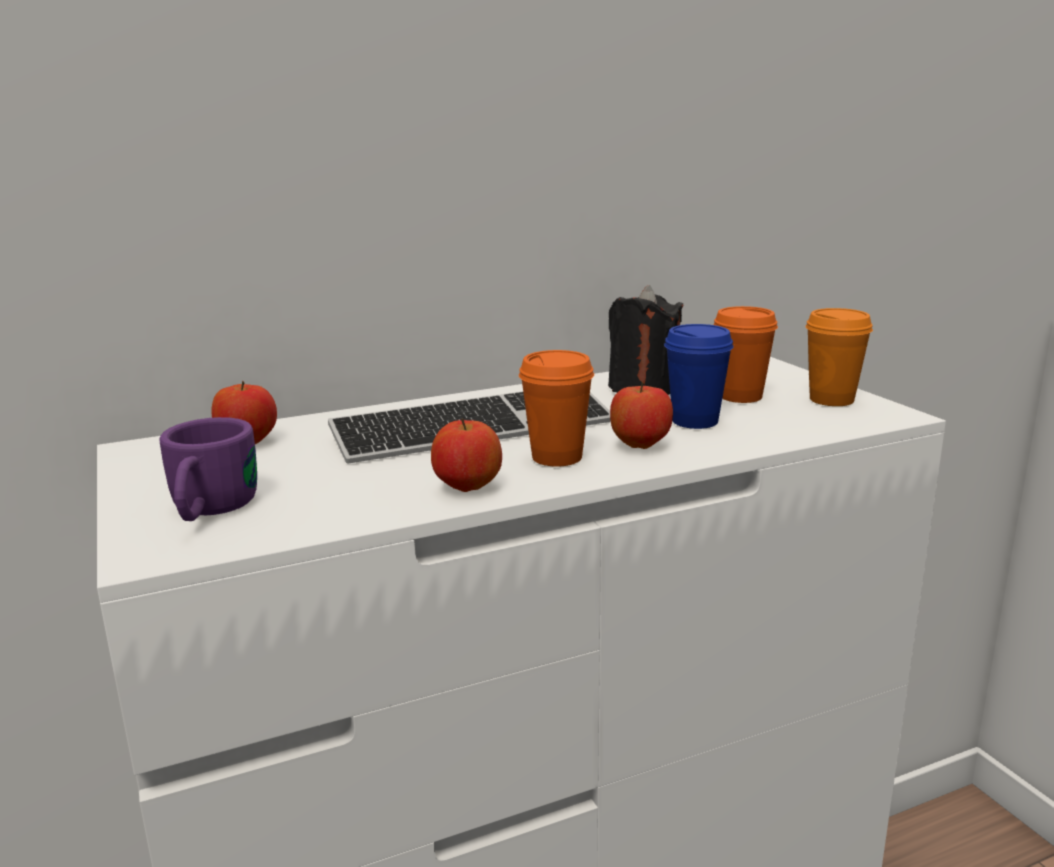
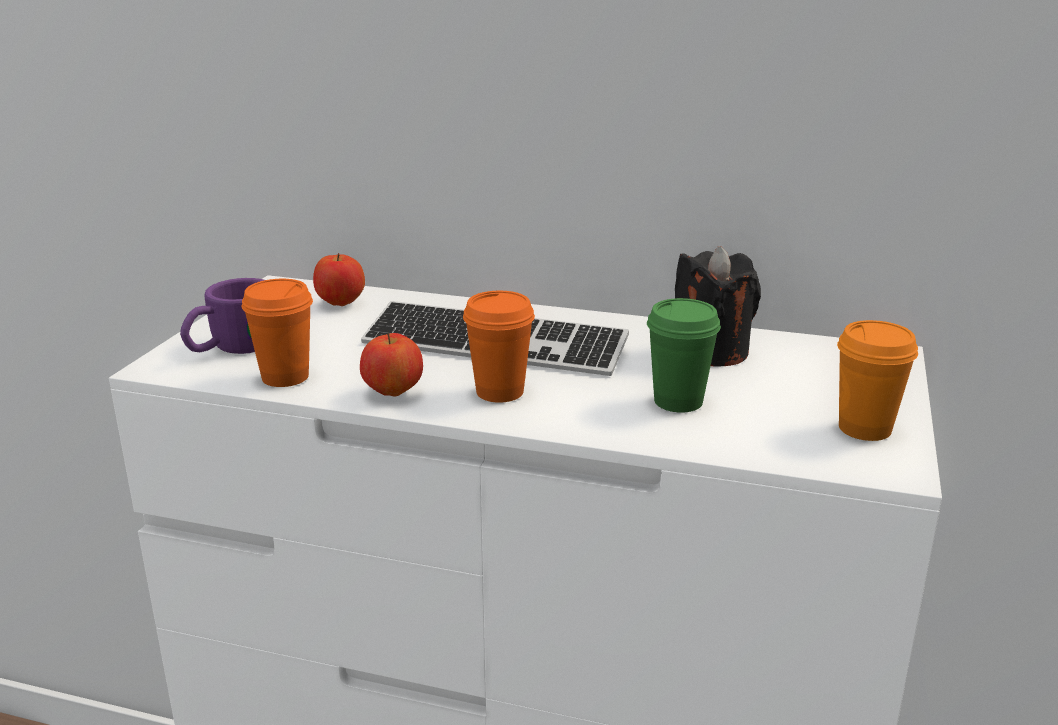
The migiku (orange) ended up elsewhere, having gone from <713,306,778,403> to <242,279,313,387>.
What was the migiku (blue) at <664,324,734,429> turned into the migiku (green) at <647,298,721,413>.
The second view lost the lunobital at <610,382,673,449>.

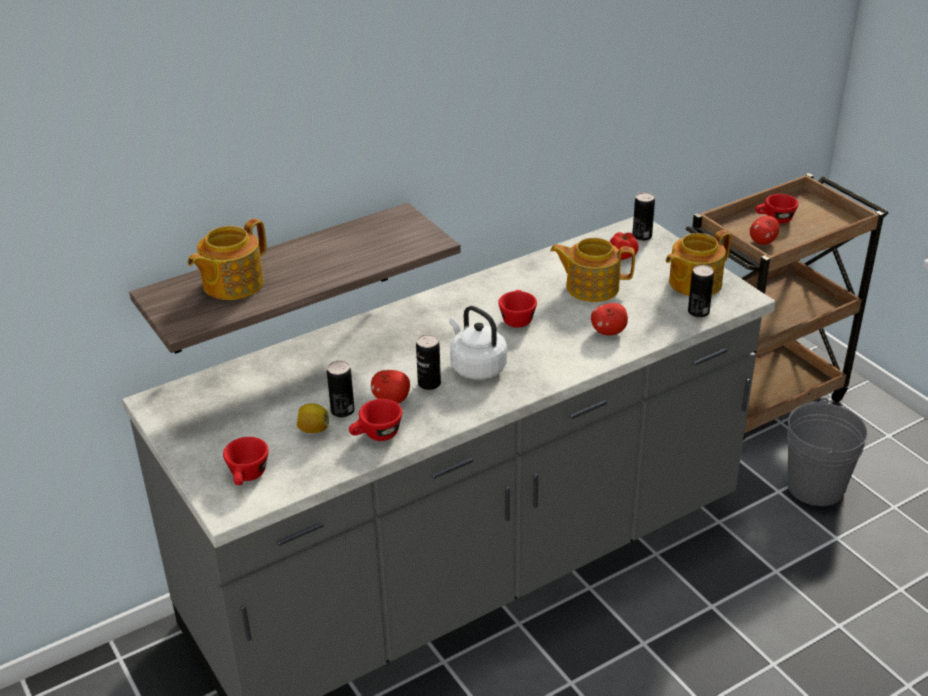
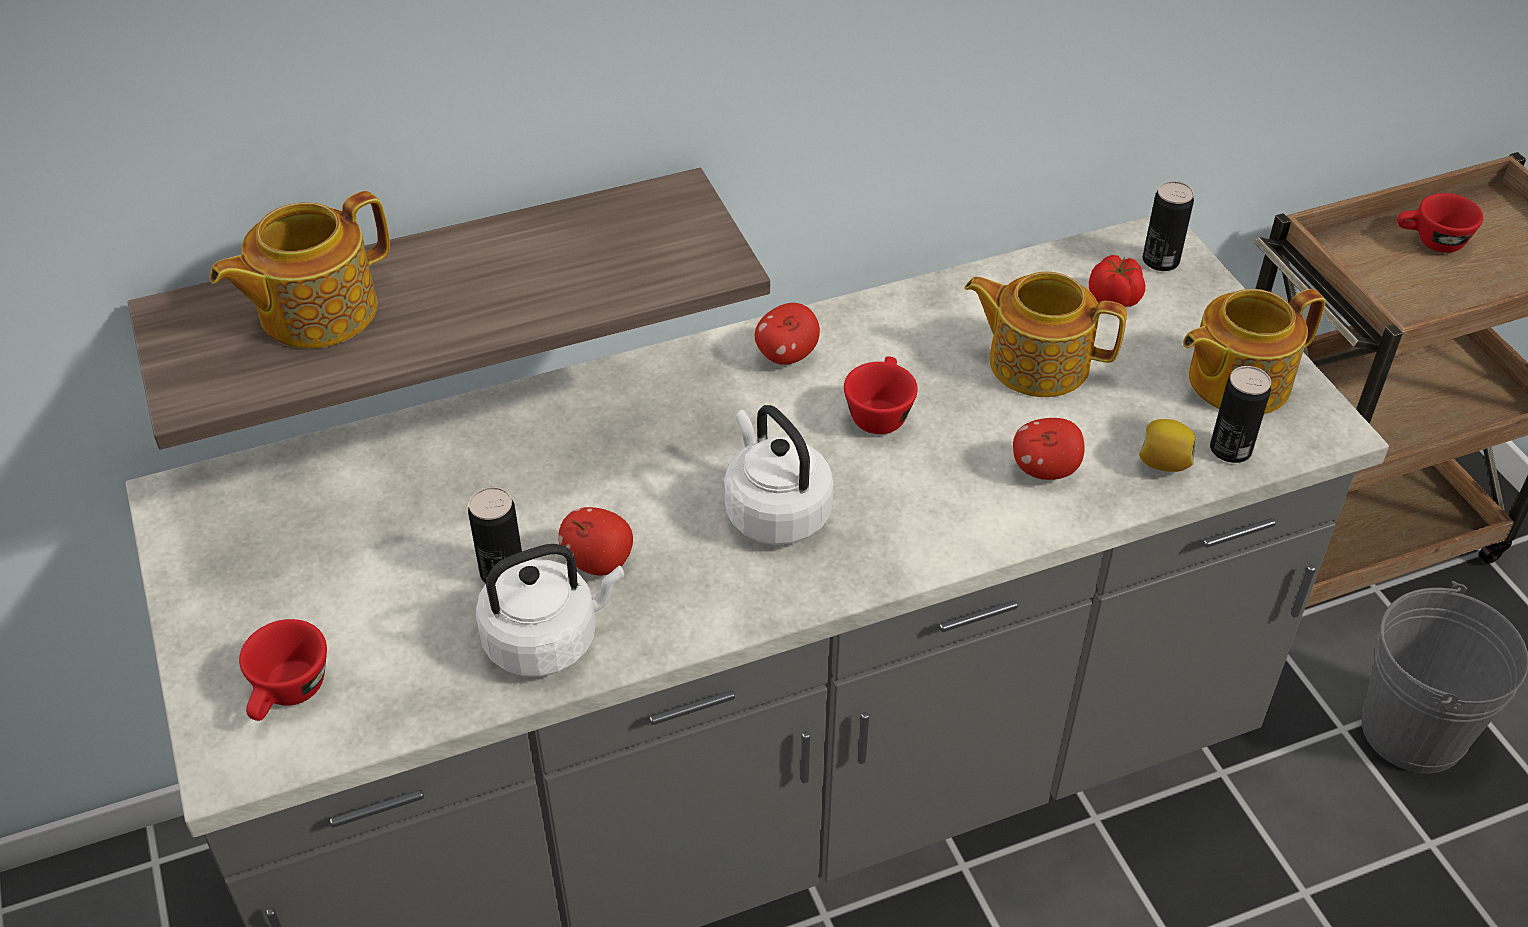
Where the migiku (red) stood at <349,399,402,441>, the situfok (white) came to stand at <476,544,625,677>.
The lunobital ended up elsewhere, having gone from <750,216,779,245> to <755,303,820,365>.
The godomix ended up elsewhere, having gone from <297,403,329,433> to <1139,419,1195,472>.
The second view lost the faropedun at <416,334,441,390>.

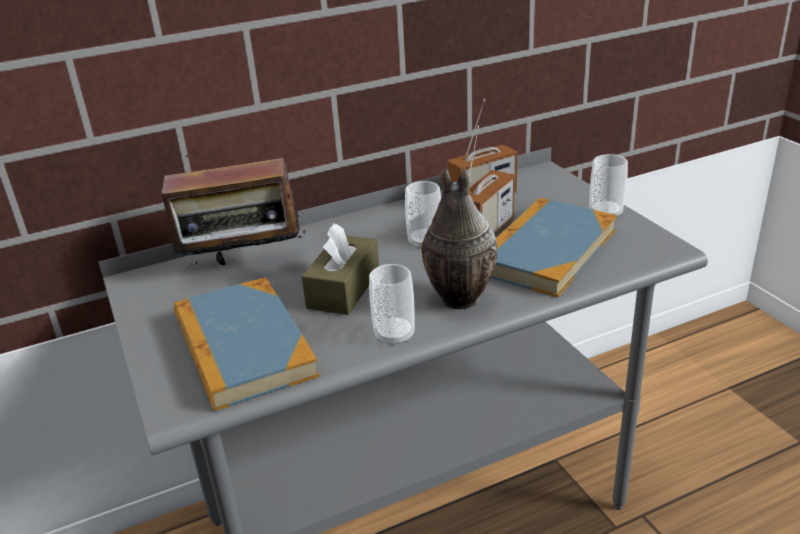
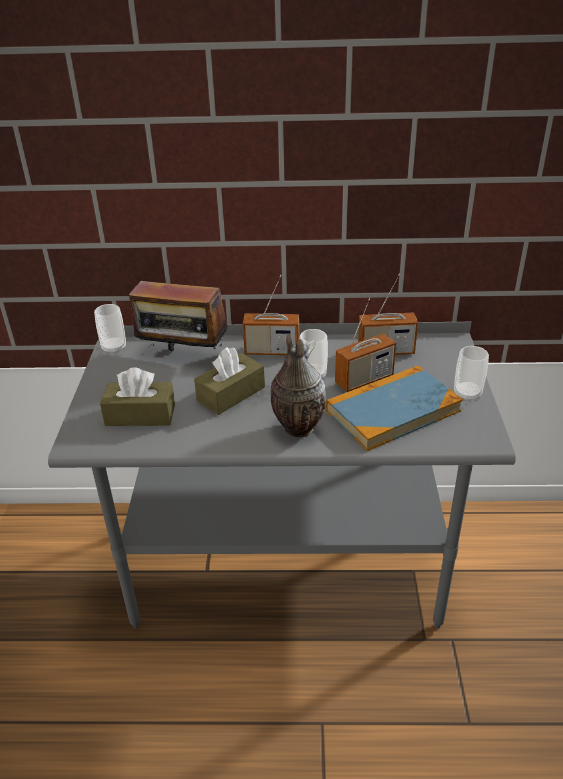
The migiku ended up elsewhere, having gone from <369,264,415,347> to <94,304,126,354>.
Where the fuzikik stood at <174,277,320,411>, the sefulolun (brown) came to stand at <100,367,175,426>.
The second view gained the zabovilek at <243,275,299,355>.

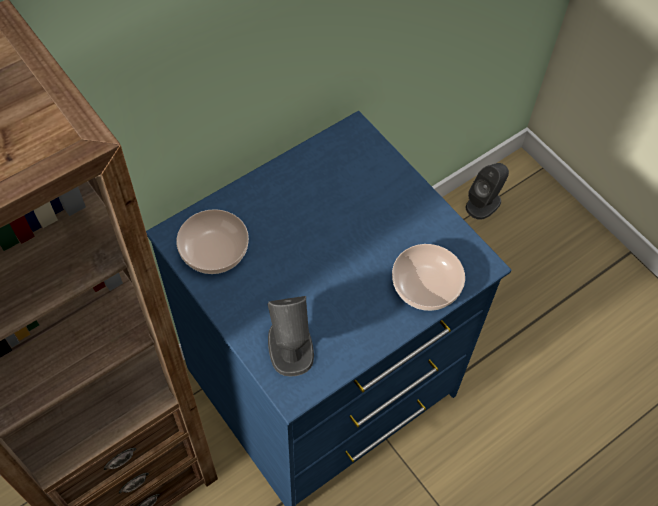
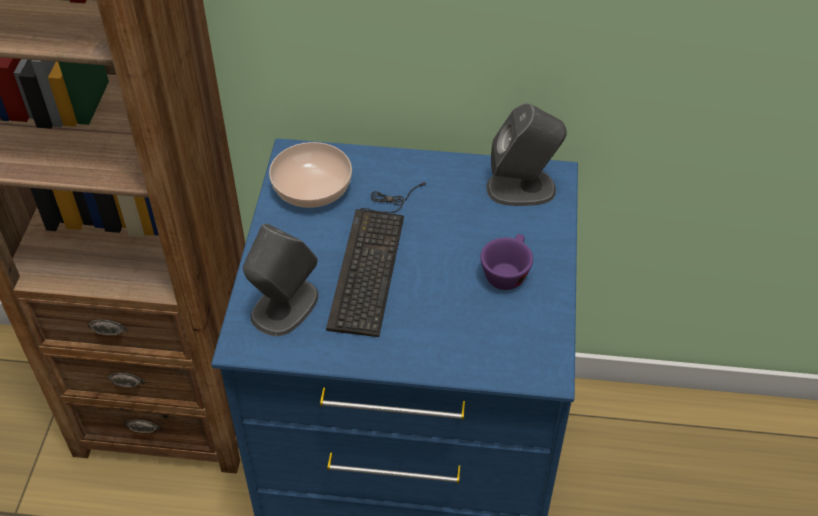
The second view gained the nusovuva at <326,182,426,337>.
The second view gained the migiku (purple) at <481,234,533,290>.
The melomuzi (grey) ended up elsewhere, having gone from <466,163,509,220> to <486,103,567,206>.
The second view lost the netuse at <392,244,465,311>.

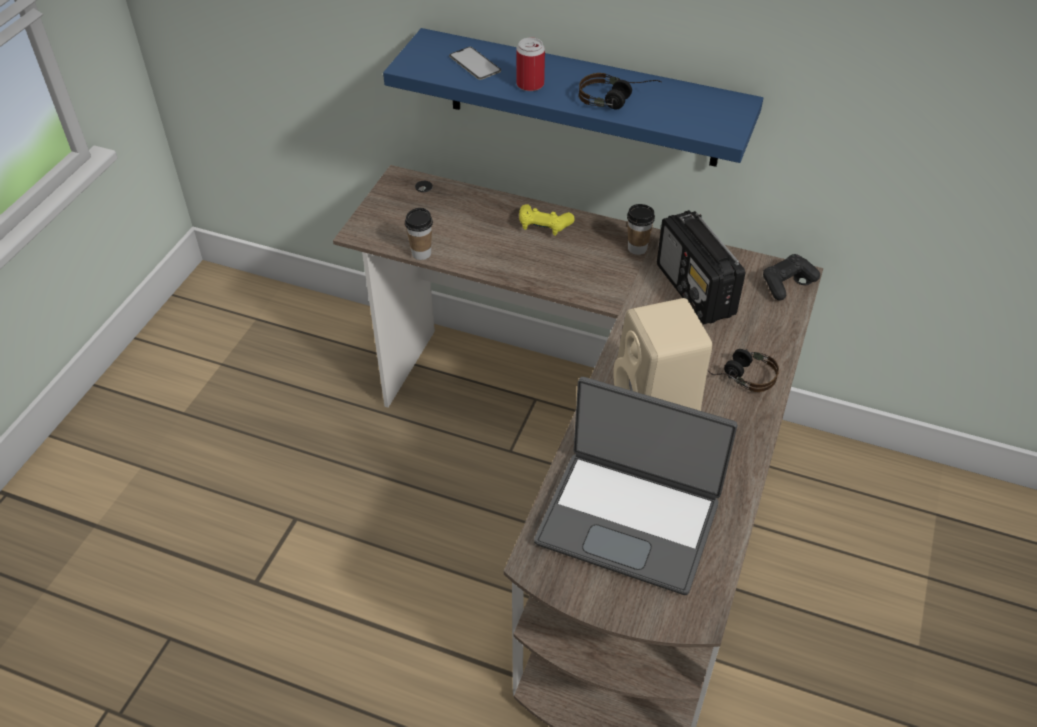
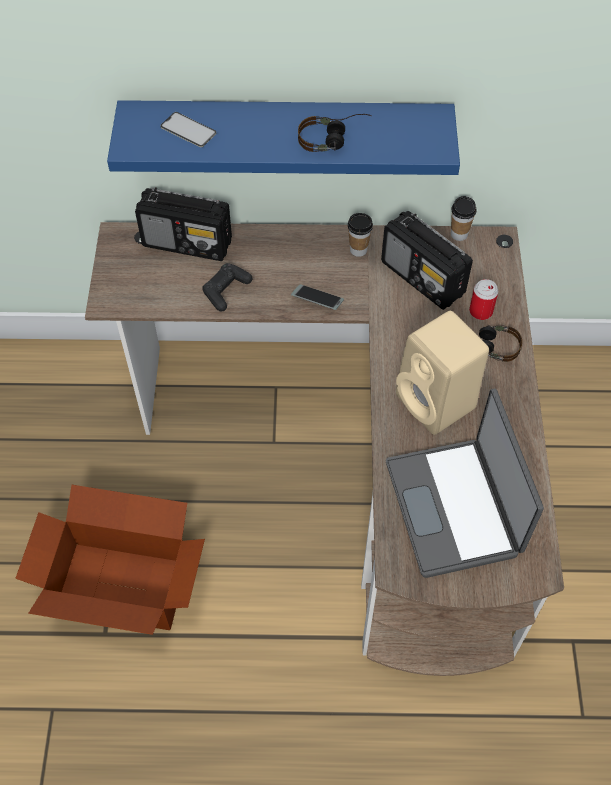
The second view gained the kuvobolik at <15,485,205,635>.
The second view gained the zabovilek at <135,187,232,261>.
The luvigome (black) ended up elsewhere, having gone from <763,254,820,301> to <203,263,252,312>.
The second view gained the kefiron at <291,284,344,310>.
The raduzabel at <534,377,738,595> ended up facing another way, 75 degrees clockwise from before.
The migiku ended up elsewhere, having gone from <405,208,433,260> to <451,196,476,241>.
The faropedun ended up elsewhere, having gone from <516,38,545,91> to <469,279,498,320>.
The second view lost the luvigome (yellow) at <519,204,575,236>.

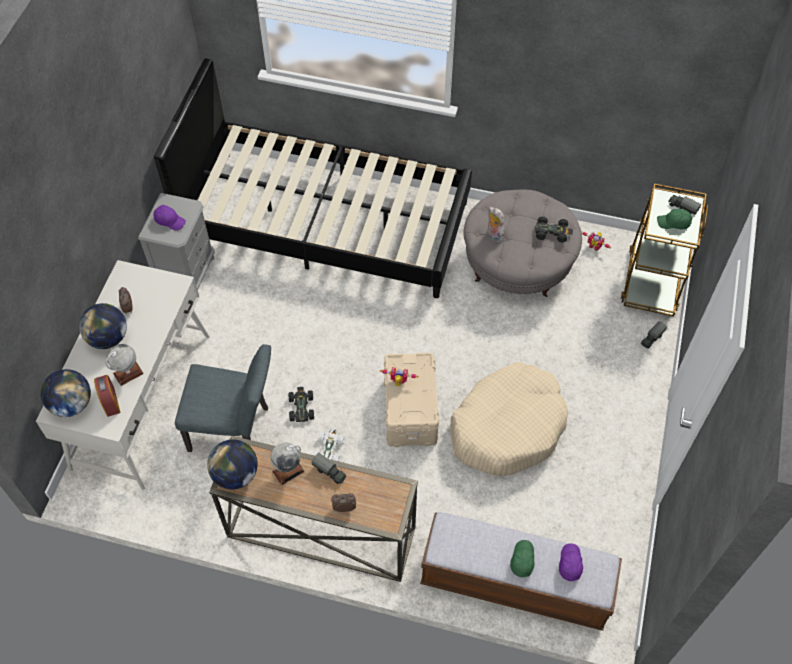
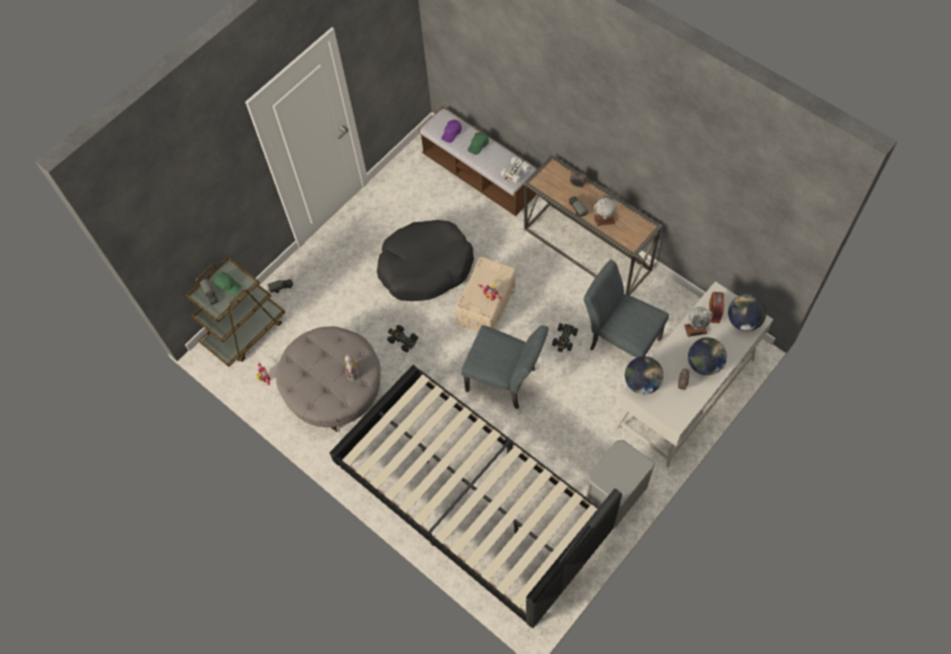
What was the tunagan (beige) at <450,362,568,476> turned into the tunagan (black) at <377,220,474,301>.
The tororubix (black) ended up elsewhere, having gone from <535,217,573,242> to <387,325,418,352>.
The second view gained the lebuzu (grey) at <461,325,549,409>.
The tororubix (white) ended up elsewhere, having gone from <314,428,344,461> to <501,157,530,183>.
The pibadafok ended up elsewhere, having gone from <207,440,258,490> to <625,356,664,395>.
The second view lost the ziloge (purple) at <154,205,186,231>.

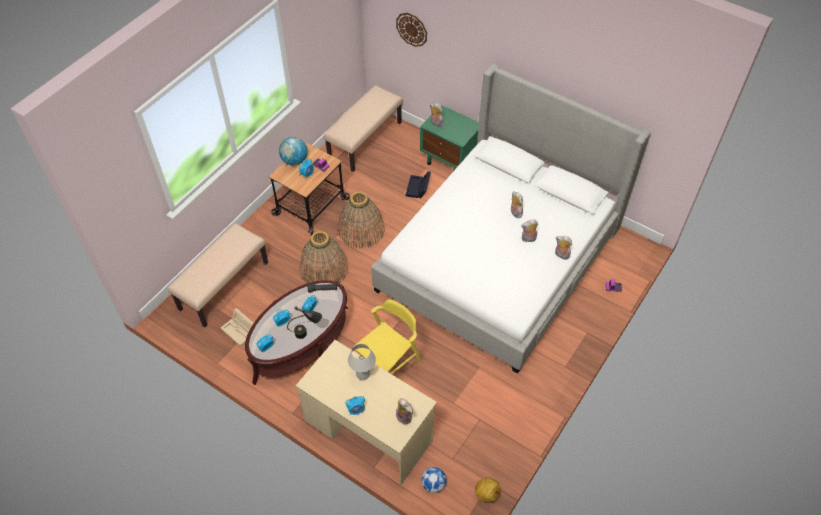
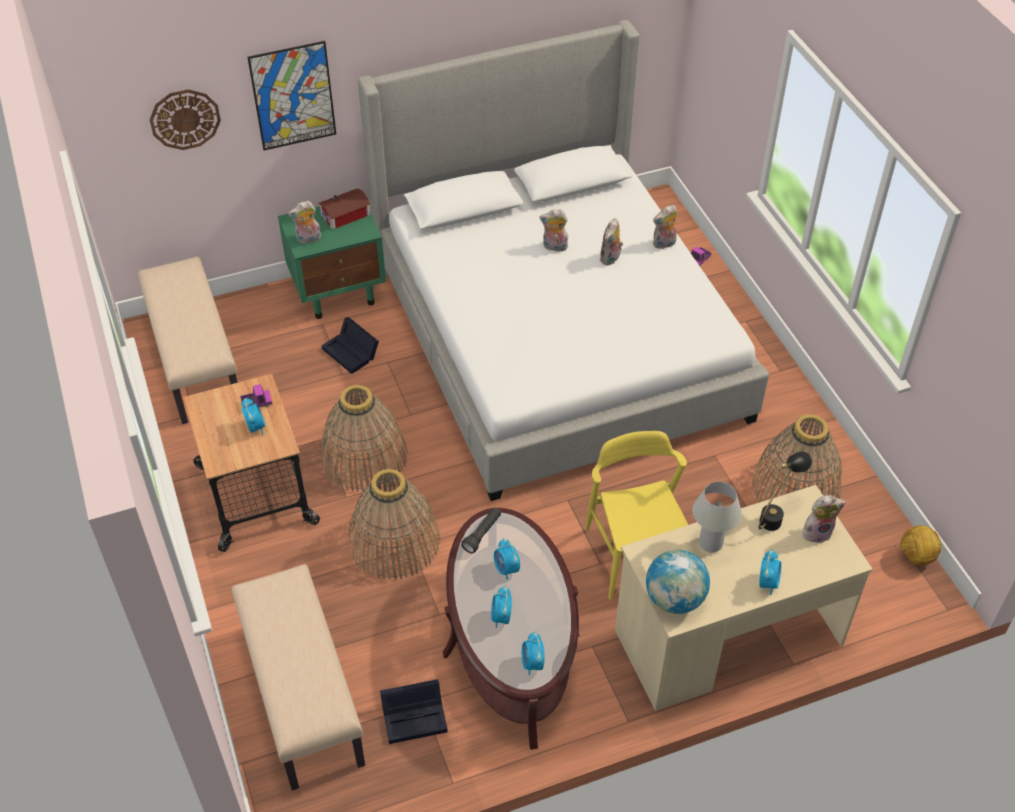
The second view gained the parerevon at <248,41,336,151>.
The second view gained the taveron at <318,188,371,230>.
What was the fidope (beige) at <221,308,254,347> turned into the fidope (black) at <380,679,448,744>.
The pibadafok ended up elsewhere, having gone from <279,137,308,166> to <646,550,710,614>.
The second view gained the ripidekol at <752,414,842,503>.
The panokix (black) ended up elsewhere, having gone from <287,306,322,339> to <759,451,812,531>.
The second view lost the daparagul at <422,467,447,493>.

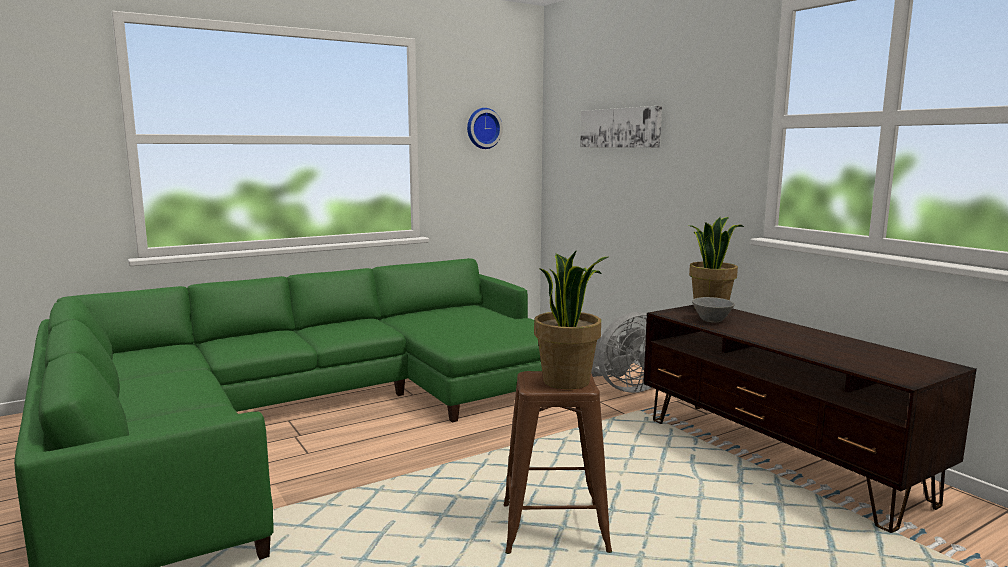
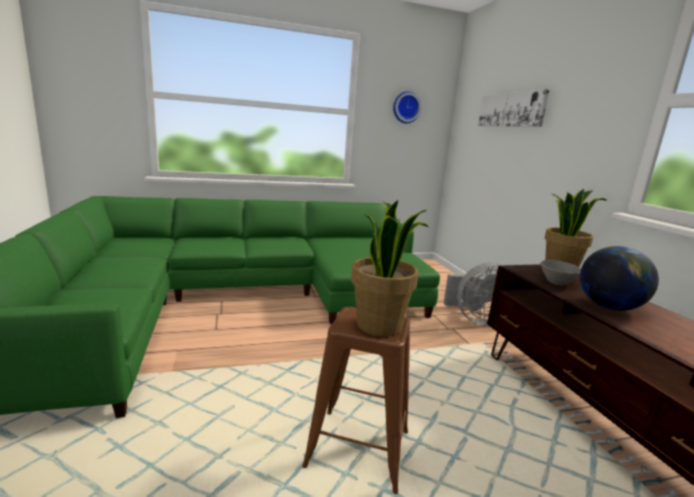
The second view gained the pibadafok at <580,246,659,311>.

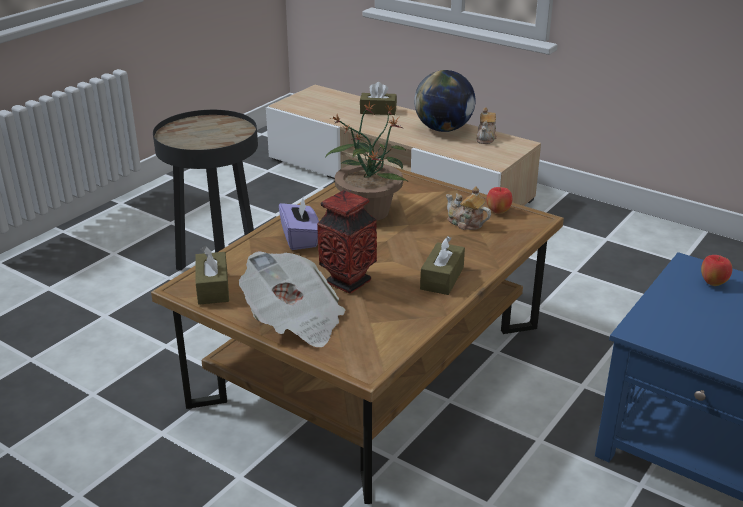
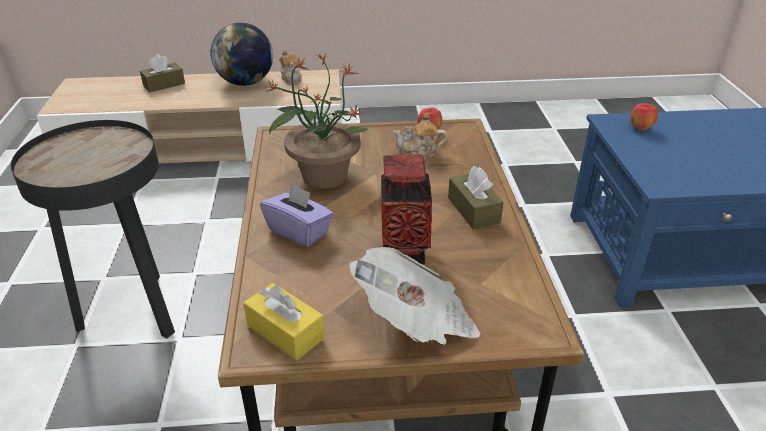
What was the sefulolun (brown) at <195,246,229,305> turned into the sefulolun (yellow) at <243,283,325,360>.

